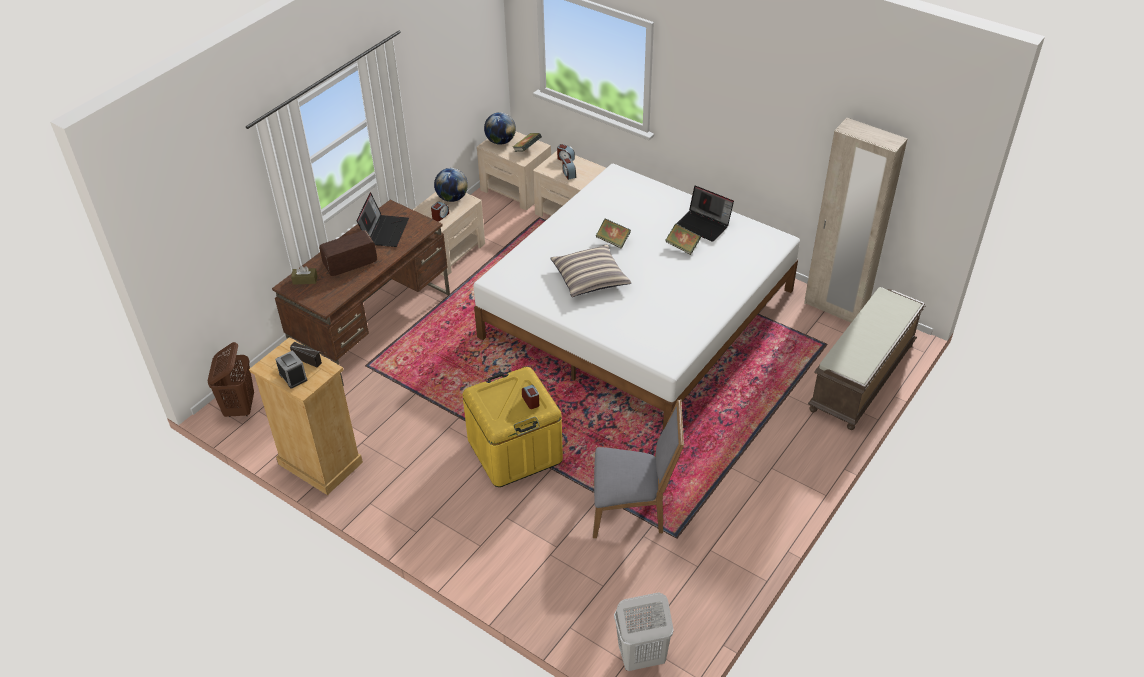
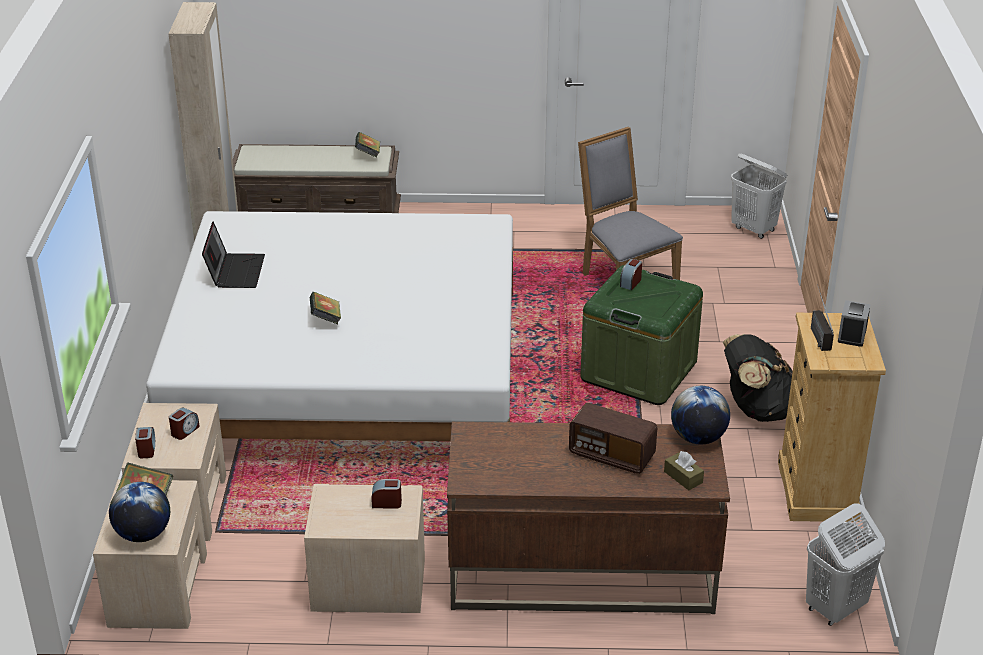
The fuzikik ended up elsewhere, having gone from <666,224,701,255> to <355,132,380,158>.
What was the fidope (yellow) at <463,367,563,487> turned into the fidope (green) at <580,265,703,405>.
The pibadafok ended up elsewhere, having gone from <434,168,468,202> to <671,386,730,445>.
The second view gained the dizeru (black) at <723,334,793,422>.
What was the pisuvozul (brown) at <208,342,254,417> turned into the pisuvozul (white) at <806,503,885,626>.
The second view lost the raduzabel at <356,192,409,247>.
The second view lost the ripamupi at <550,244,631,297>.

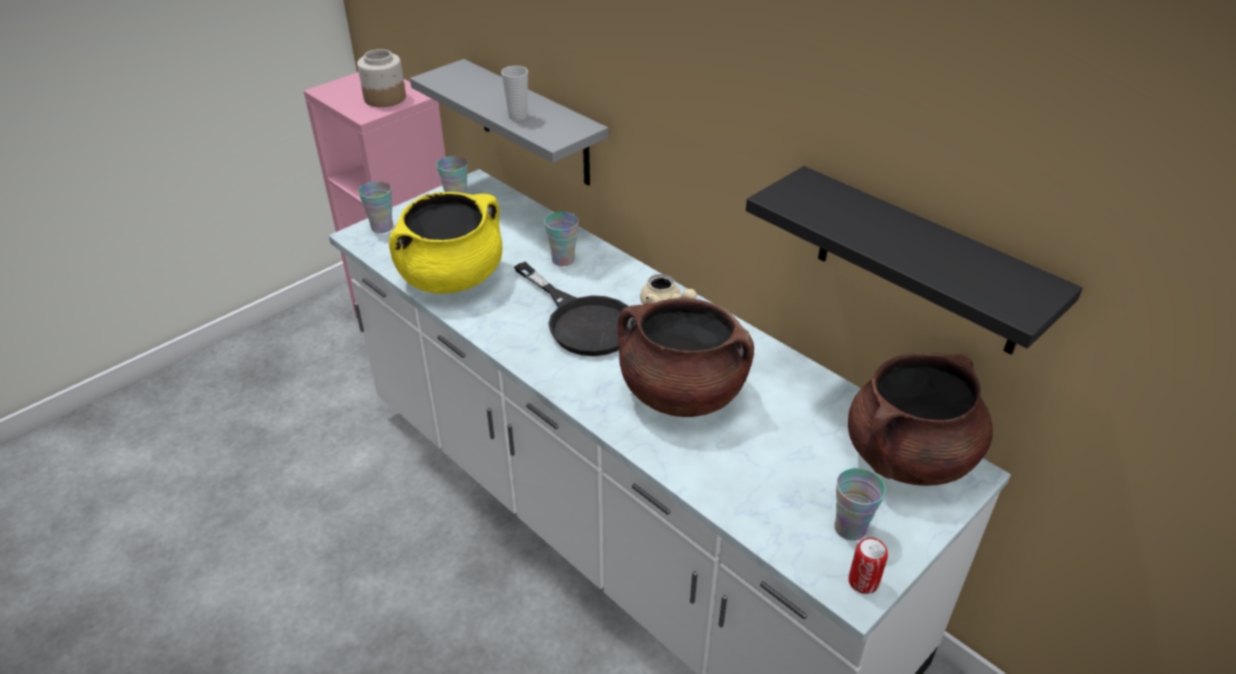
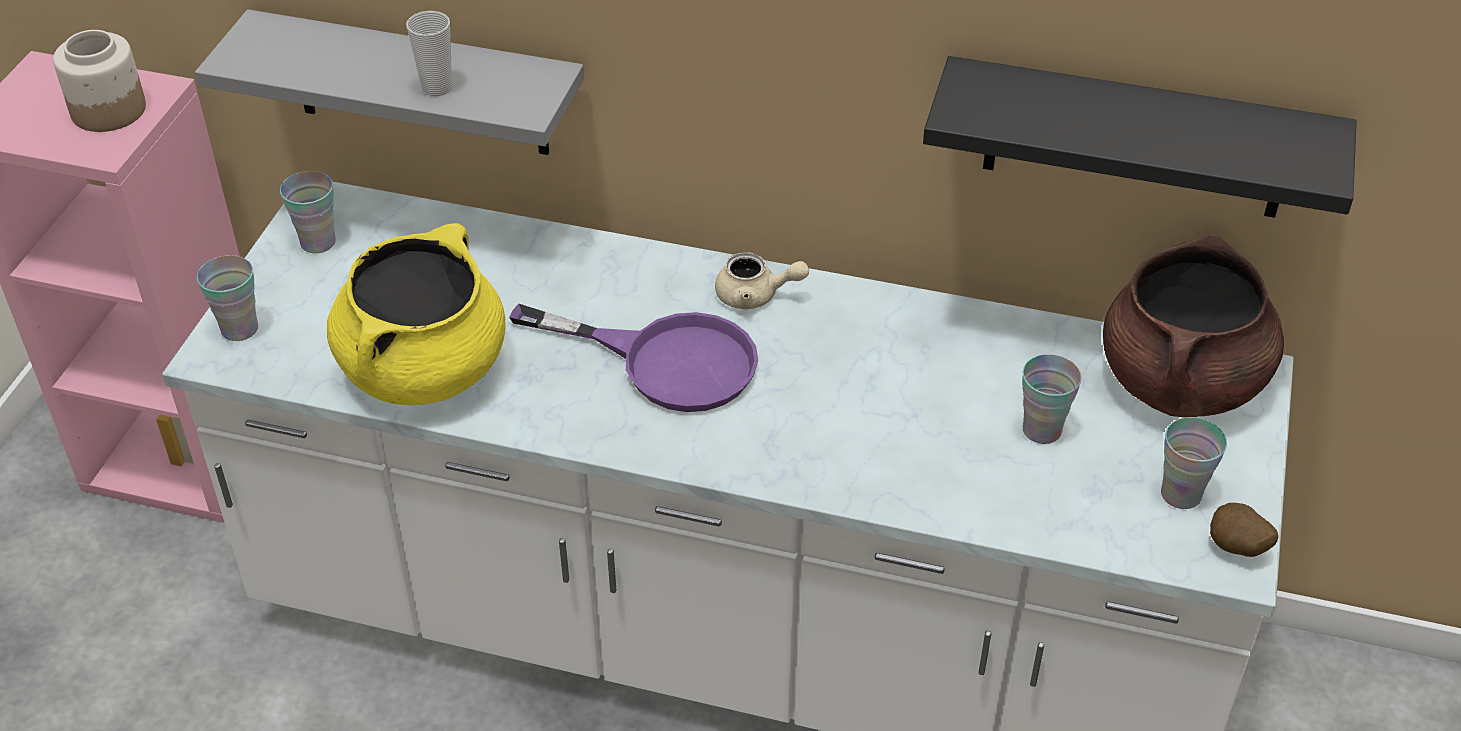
What was the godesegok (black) at <514,262,636,356> turned into the godesegok (purple) at <509,304,758,412>.
The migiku ended up elsewhere, having gone from <544,212,579,266> to <1022,354,1082,444>.
Where the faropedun stood at <849,538,888,594>, the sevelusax came to stand at <1210,503,1278,557>.
The second view lost the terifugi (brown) at <618,298,754,417>.

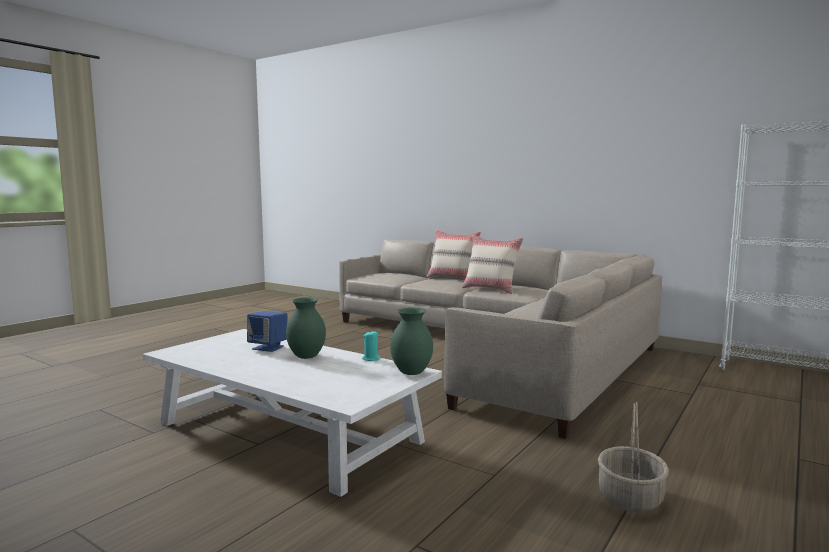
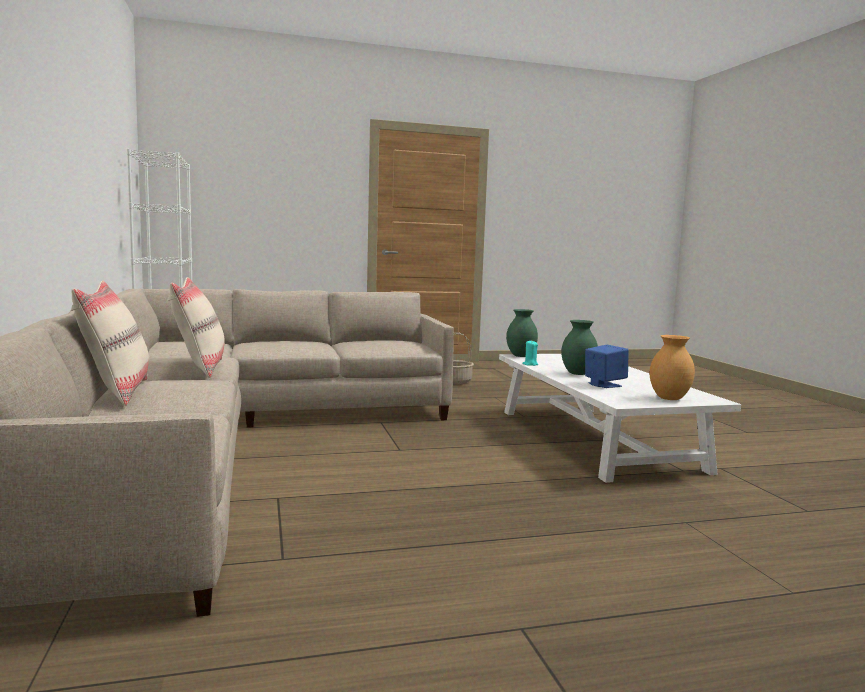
The second view gained the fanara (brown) at <650,335,695,400>.

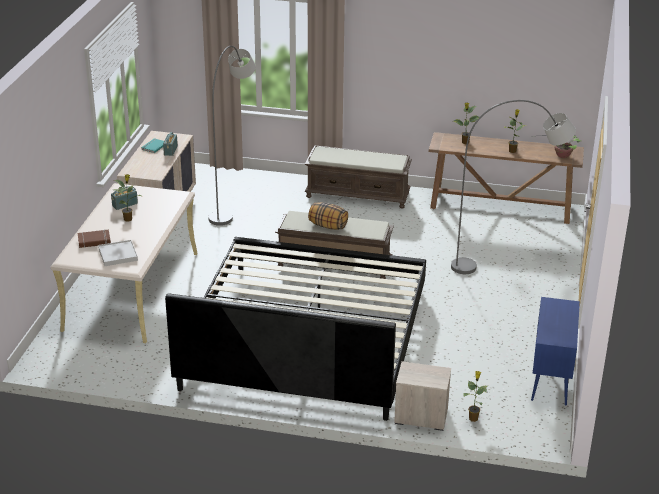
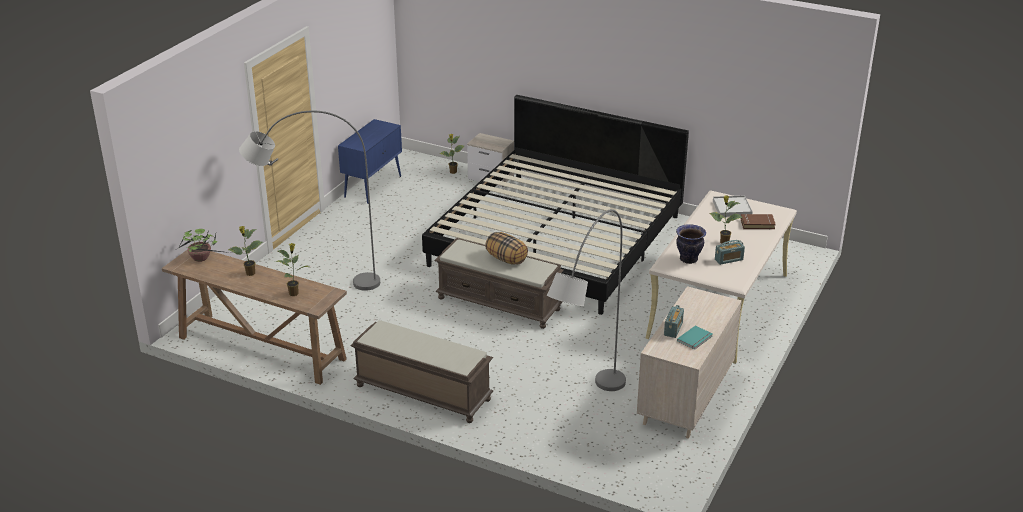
The second view gained the fanara at <676,224,706,264>.

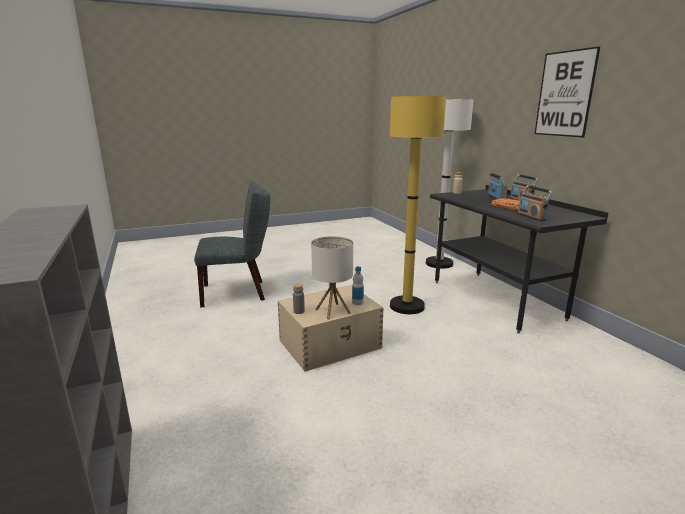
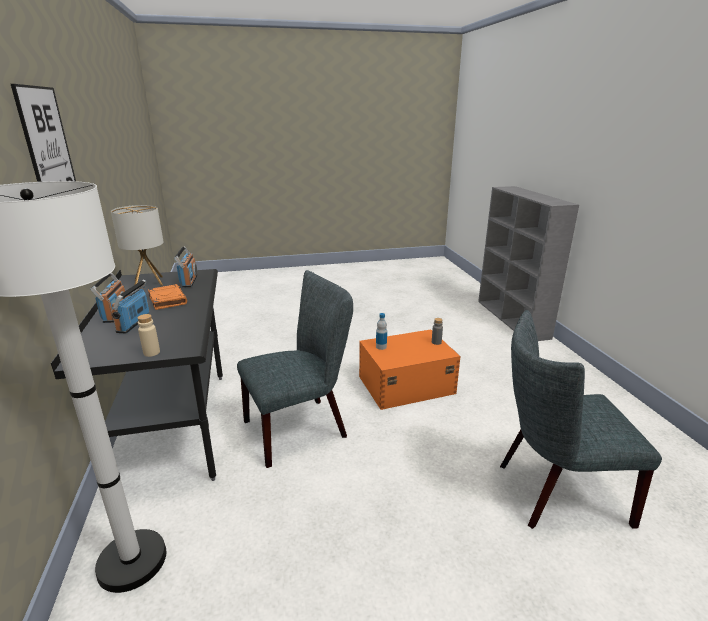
The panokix ended up elsewhere, having gone from <311,236,353,320> to <111,205,164,285>.
Where the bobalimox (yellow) stood at <390,96,446,314>, the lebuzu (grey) came to stand at <237,270,353,468>.
What was the fidope (beige) at <278,285,384,372> turned into the fidope (orange) at <359,329,461,410>.

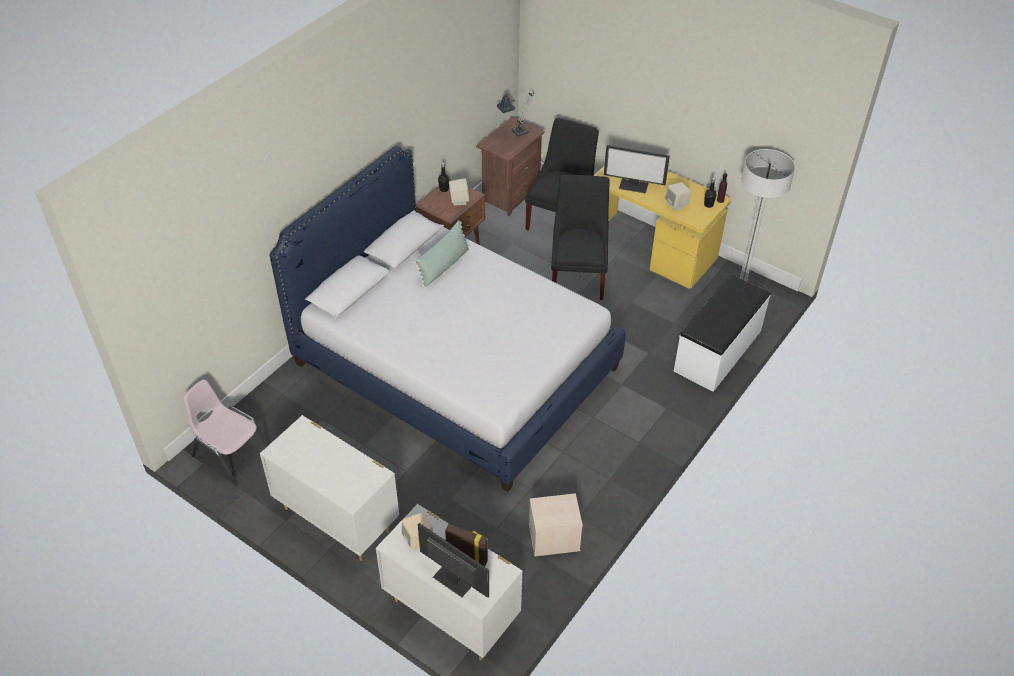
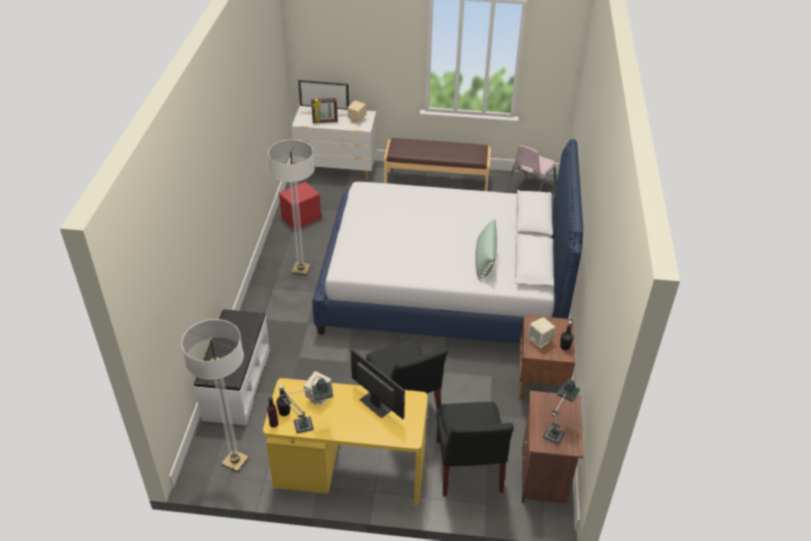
The second view gained the bobalimox at <268,140,314,275>.
What was the fidope (beige) at <529,493,583,556> turned into the fidope (red) at <279,182,321,229>.
The second view gained the panokix at <280,377,333,434>.
The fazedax at <604,145,670,194> ended up facing another way, 60 degrees clockwise from before.
Where the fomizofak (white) stood at <260,415,399,561>, the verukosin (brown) came to stand at <384,138,491,191>.
The lebuzu (pink) at <183,379,268,486> ended up facing another way, 120 degrees clockwise from before.

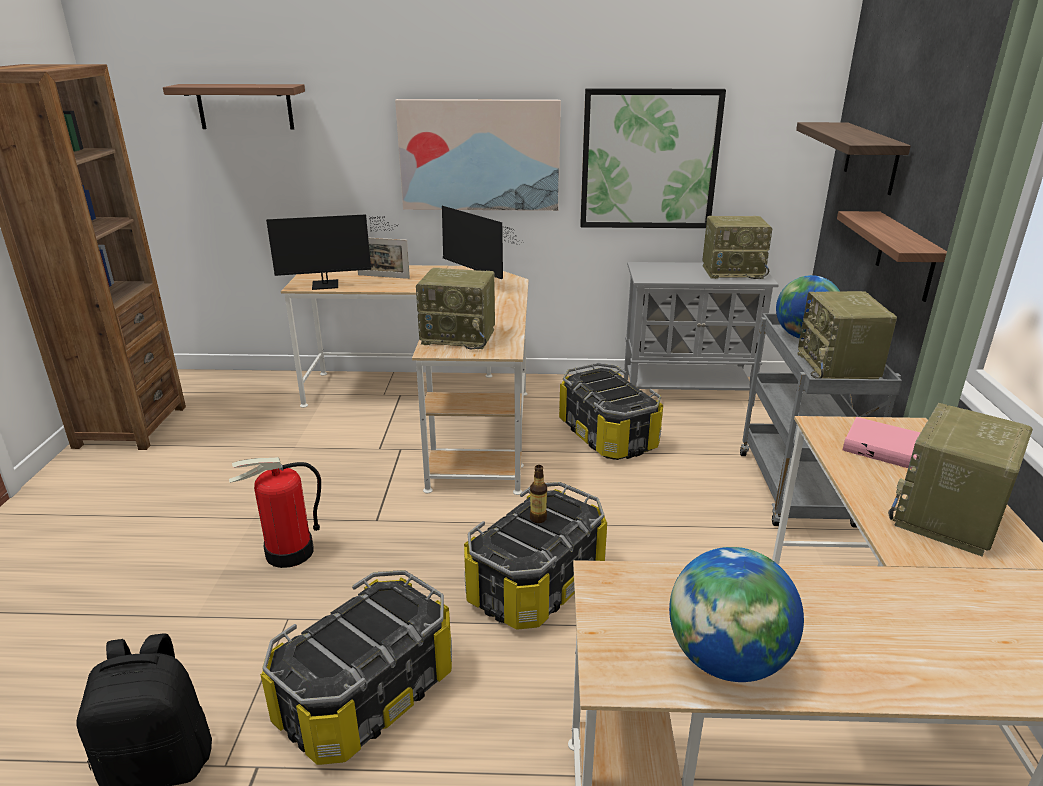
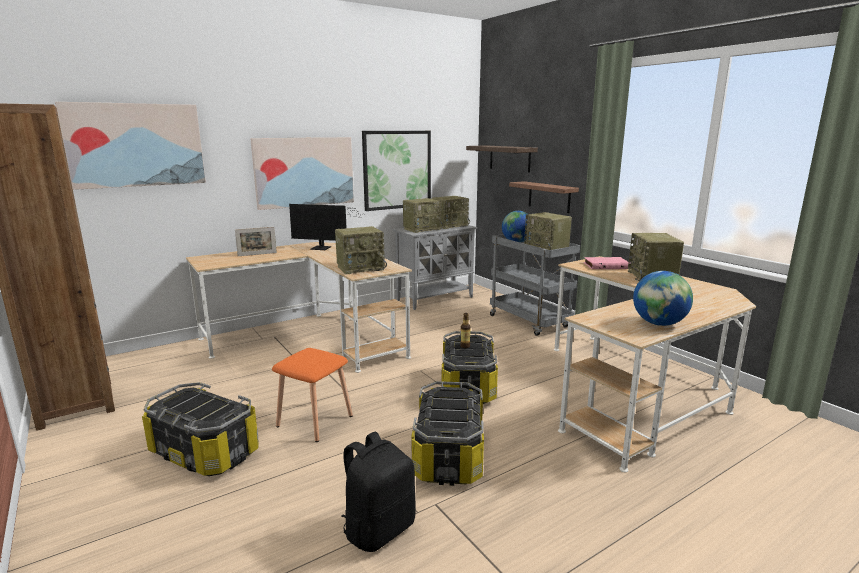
Where the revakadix hung at <163,84,305,130>, the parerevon came to hang at <55,102,206,190>.
The fidope ended up elsewhere, having gone from <559,363,663,460> to <142,382,258,476>.
Where the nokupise stood at <229,457,321,568>, the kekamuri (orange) came to stand at <272,348,353,442>.
The second view gained the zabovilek at <403,198,443,233>.
The second view lost the fazedax at <266,214,399,290>.

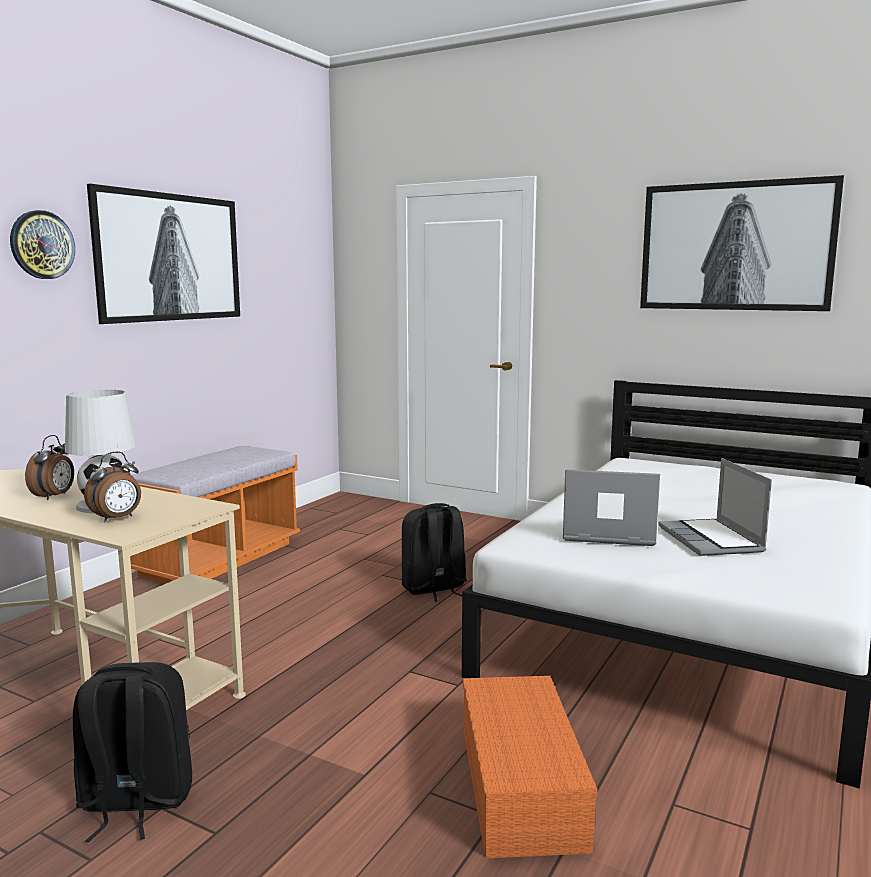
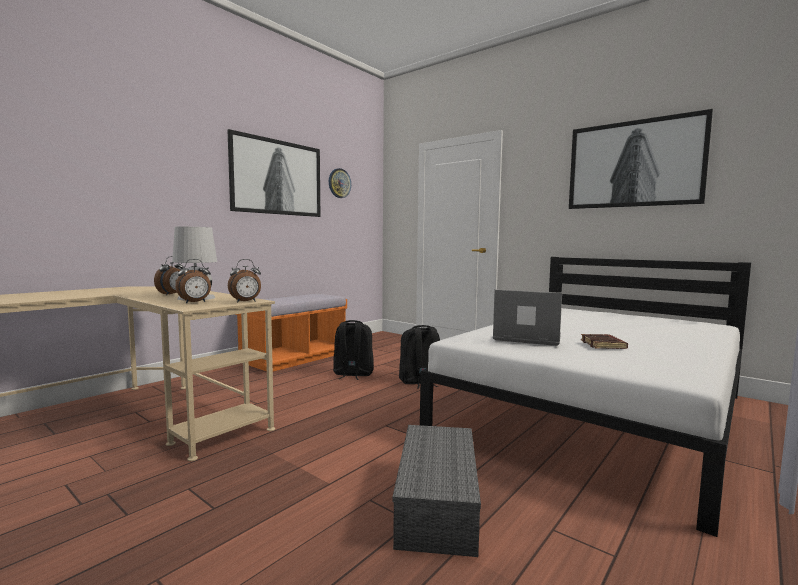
The second view gained the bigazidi at <228,259,261,303>.
The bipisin ended up elsewhere, having gone from <10,210,75,279> to <329,168,351,198>.
The dizeru (black) ended up elsewhere, having gone from <73,662,192,842> to <333,320,374,380>.
What was the fidope (orange) at <463,676,597,859> turned into the fidope (grey) at <392,425,481,557>.
Where the raduzabel stood at <659,458,772,556>, the fuzikik (brown) came to stand at <581,334,628,349>.

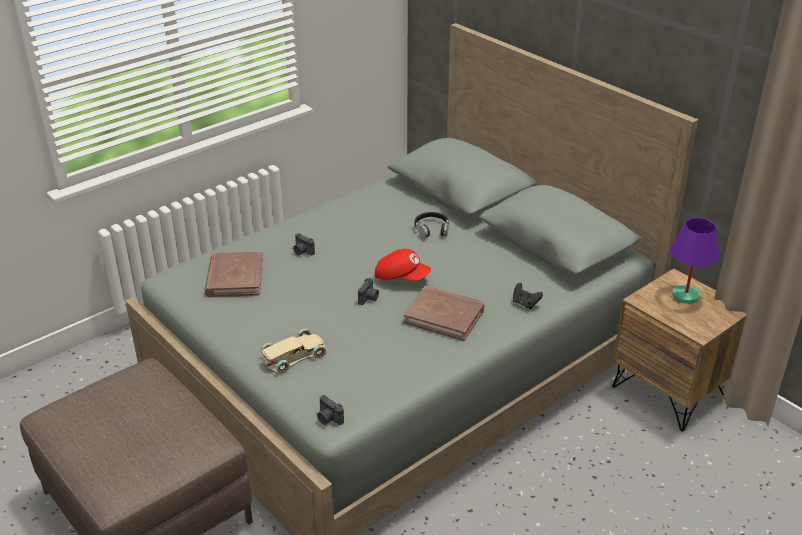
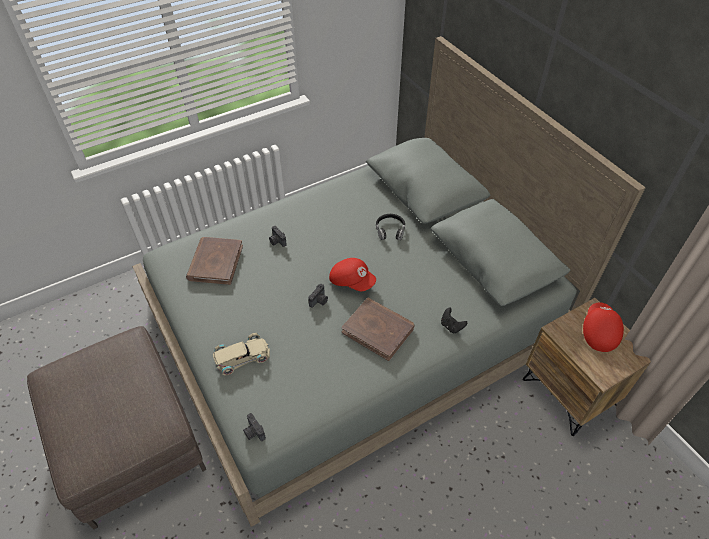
Where the panokix (purple) stood at <670,218,720,304>, the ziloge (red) came to stand at <583,303,624,352>.

